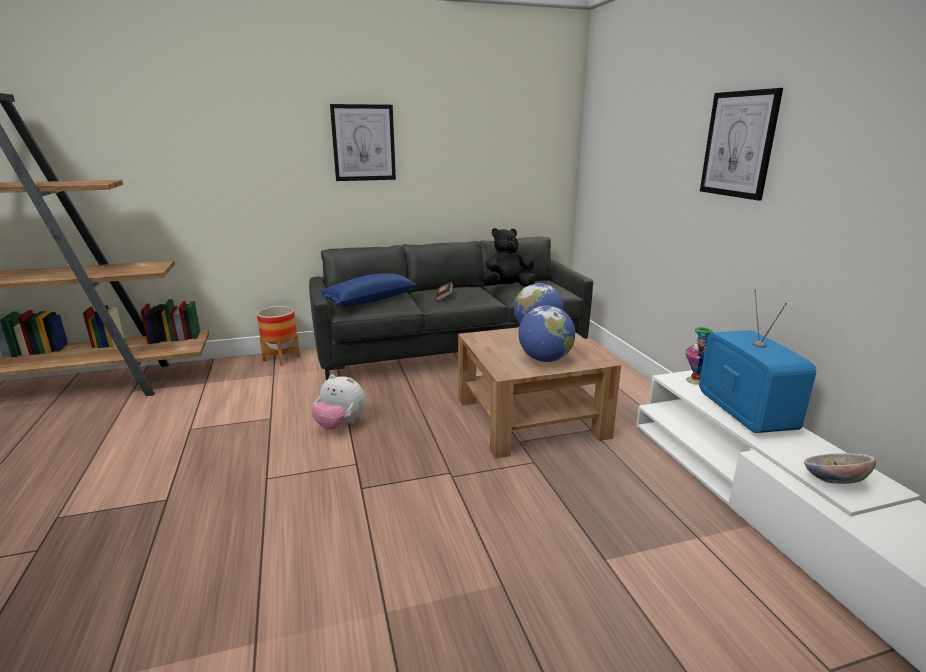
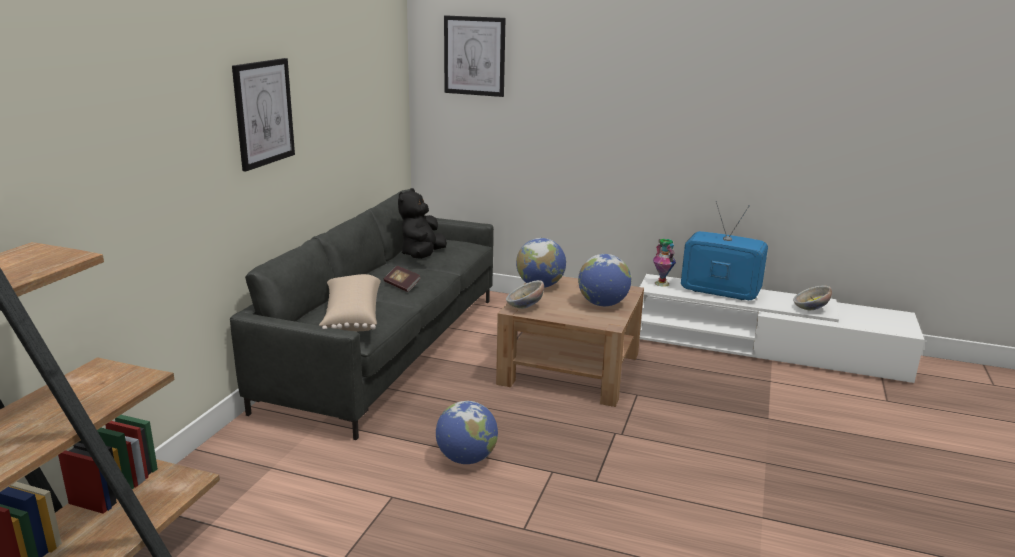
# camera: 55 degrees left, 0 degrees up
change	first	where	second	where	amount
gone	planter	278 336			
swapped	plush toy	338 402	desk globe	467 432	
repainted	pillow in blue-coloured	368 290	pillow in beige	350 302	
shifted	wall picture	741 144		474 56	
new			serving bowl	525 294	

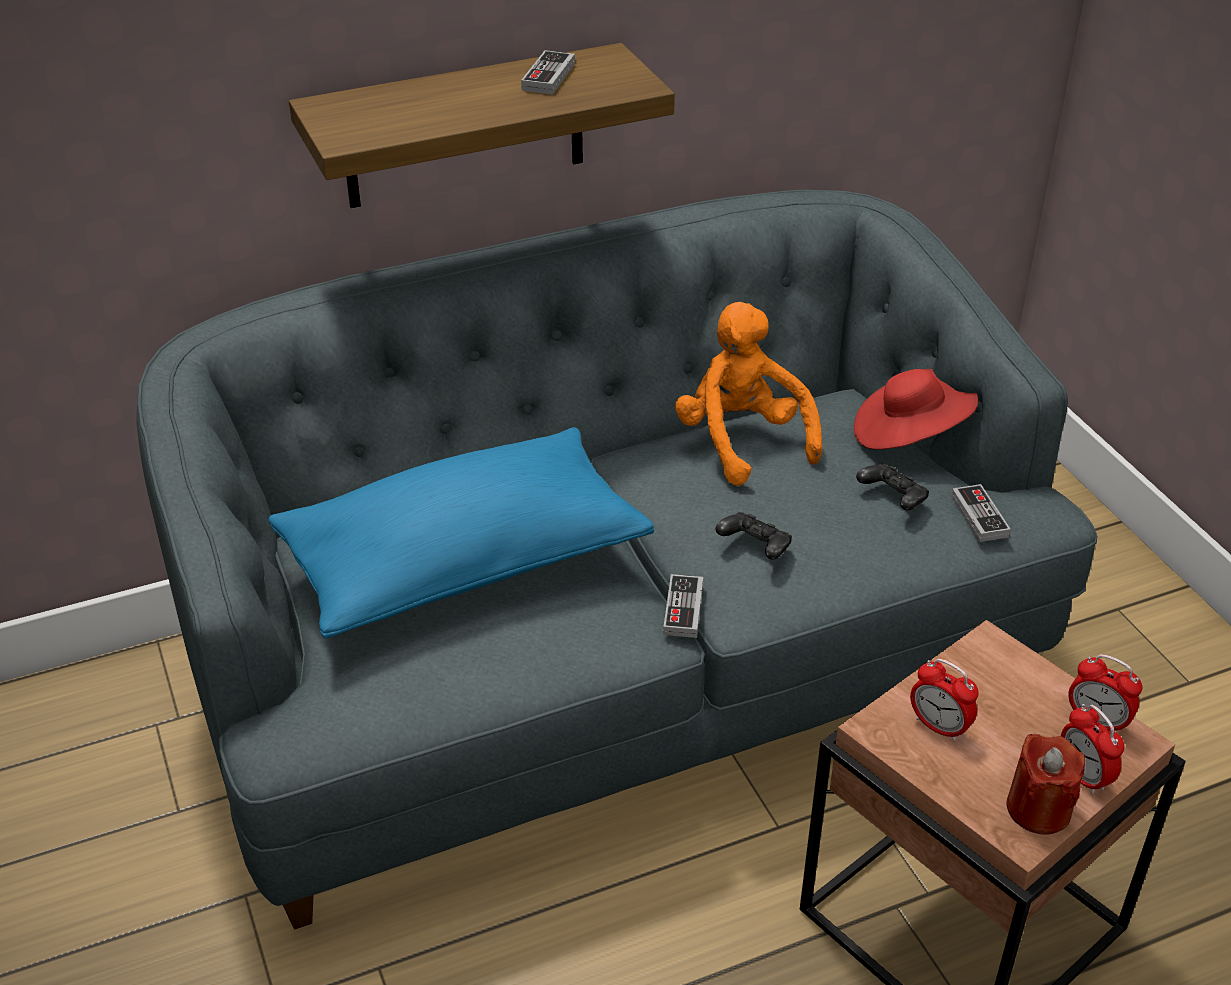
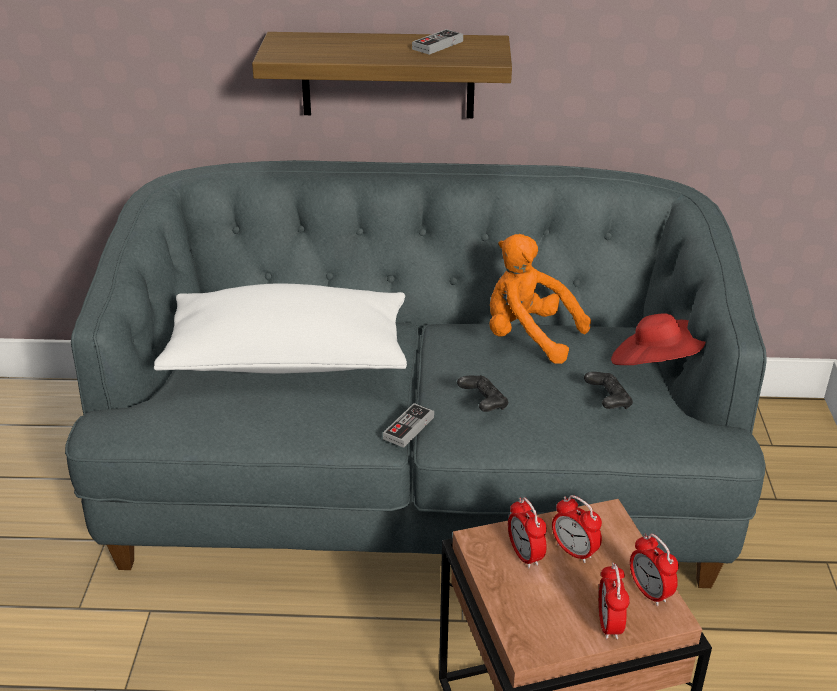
# camera: 25 degrees right, 5 degrees down
change	first	where	second	where	amount
repainted	pillow in blue-coloured	461 533	pillow in white	280 328	
rotated	plush toy in orange-coloured	749 394		540 299	60 degrees counterclockwise
gone	joypad	981 513			
gone	candle in red	1045 784			
new			alarm clock	577 529	

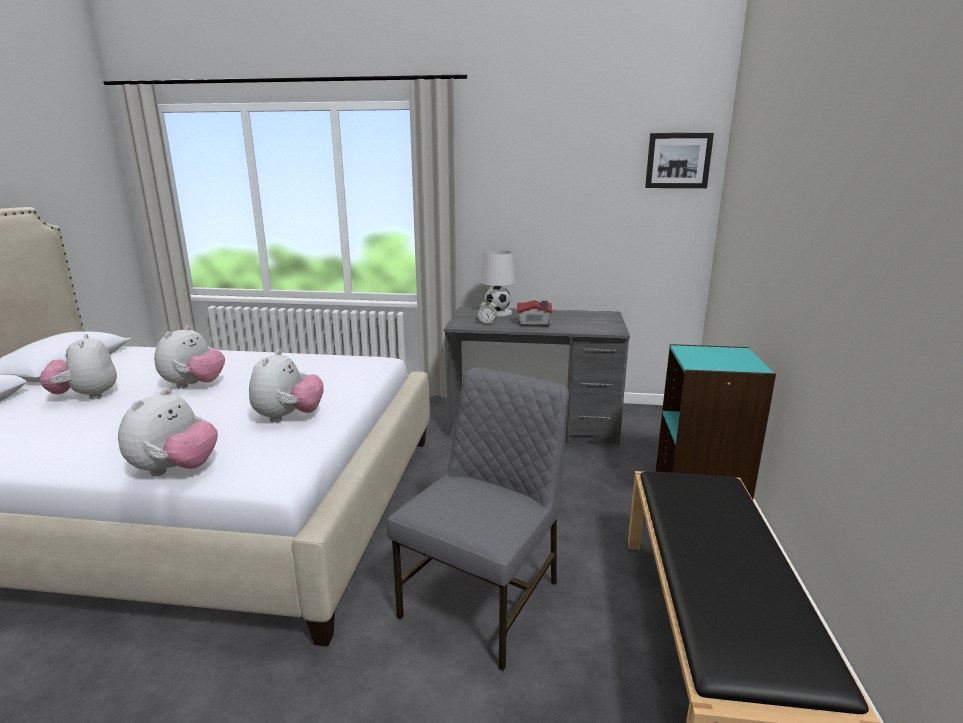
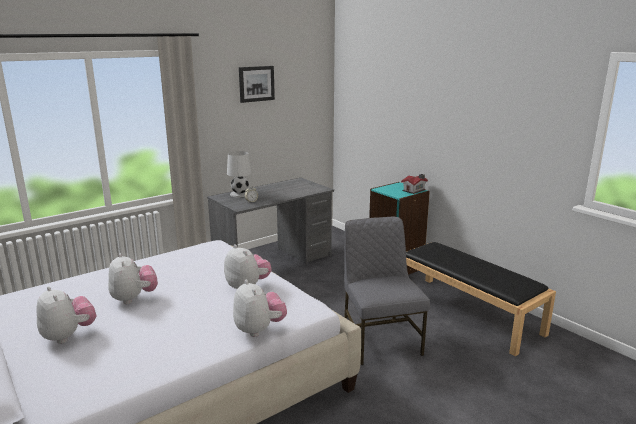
# camera: 45 degrees left, 0 degrees up
change	first	where	second	where	amount
rotated	plush toy	78 366		66 315	150 degrees counterclockwise
shifted	model house	534 313		414 184	
shifted	wall picture	679 160		257 84	

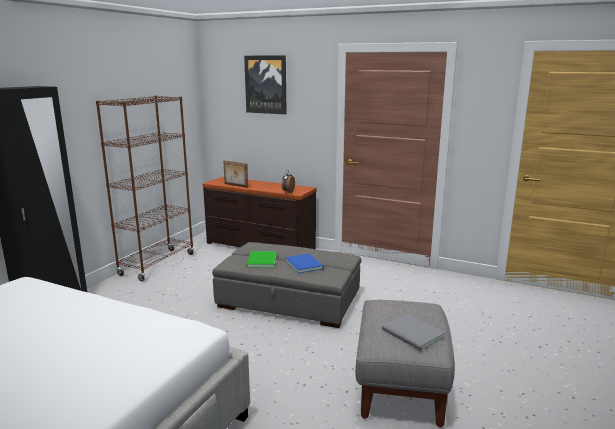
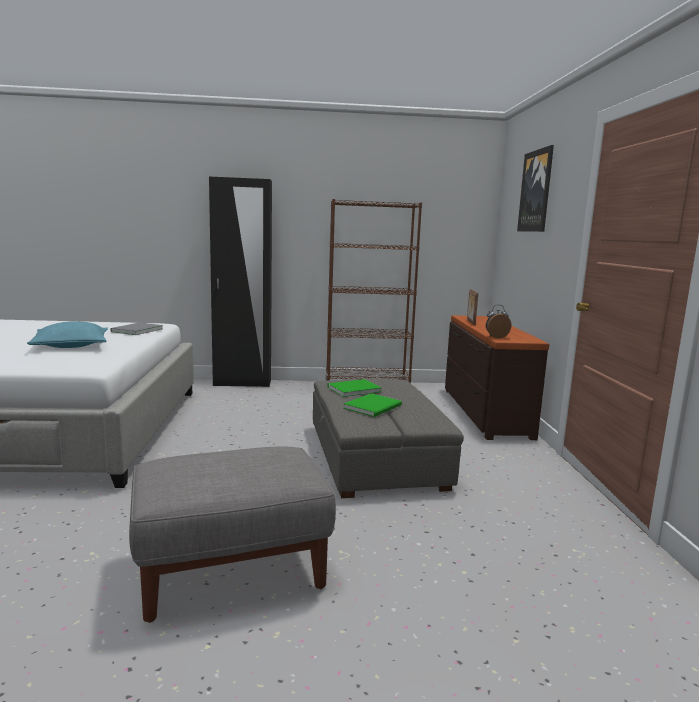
# camera: 60 degrees right, 5 degrees down
change	first	where	second	where	amount
repainted	book in blue-coloured	304 263	book in green	373 405	
shifted	book in gray	413 332		136 328	
new			pillow in blue-green	67 335	

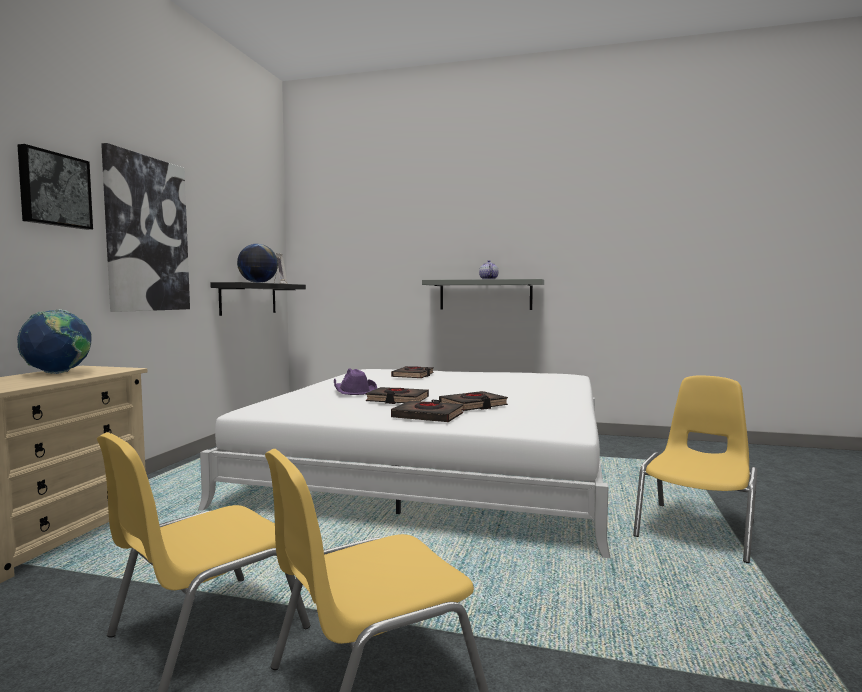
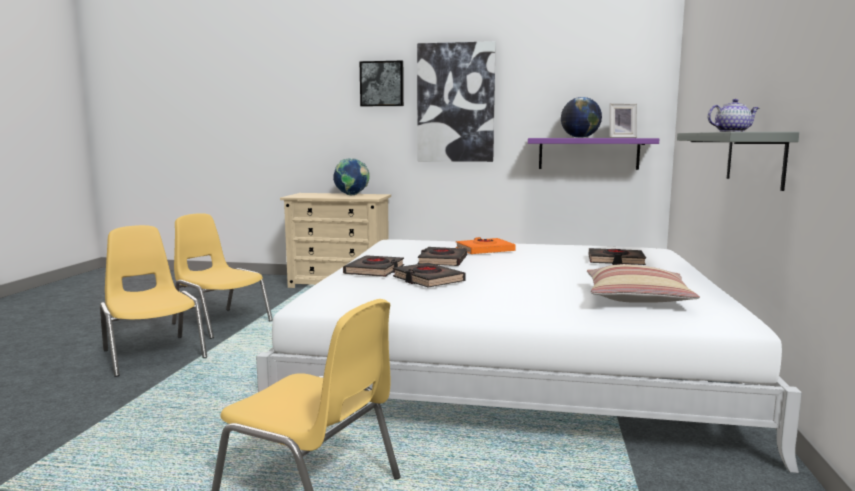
# camera: 85 degrees right, 5 degrees up
change	first	where	second	where	amount
repainted	bracket shelf in black-coloured	258 299	bracket shelf in purple-coloured	593 154	
swapped	wearable hat in purple-coloured	355 381	book in orange-coloured	486 245	
new			pillow	643 283	

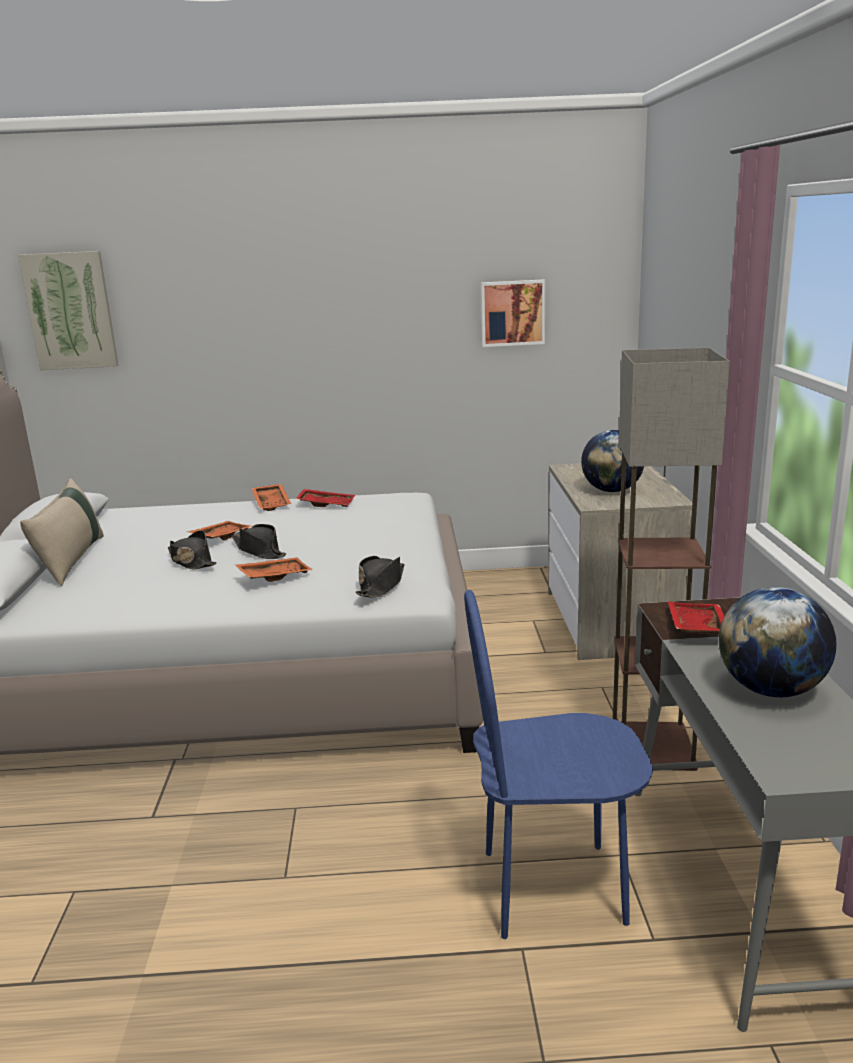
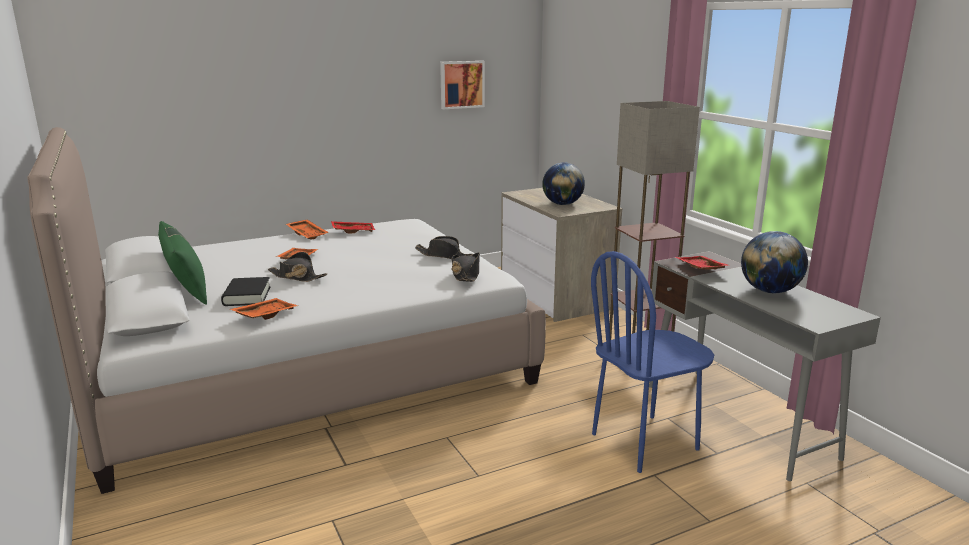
# camera: 25 degrees left, 0 degrees up
change	first	where	second	where	amount
gone	wall picture	68 310			
repainted	pillow in beige	62 532	pillow in green	182 263	
shifted	wearable hat in black-coloured	258 541		444 247	
shifted	serving tray in orange-coloured	274 569		264 309	
new			book in black-coloured	245 291	

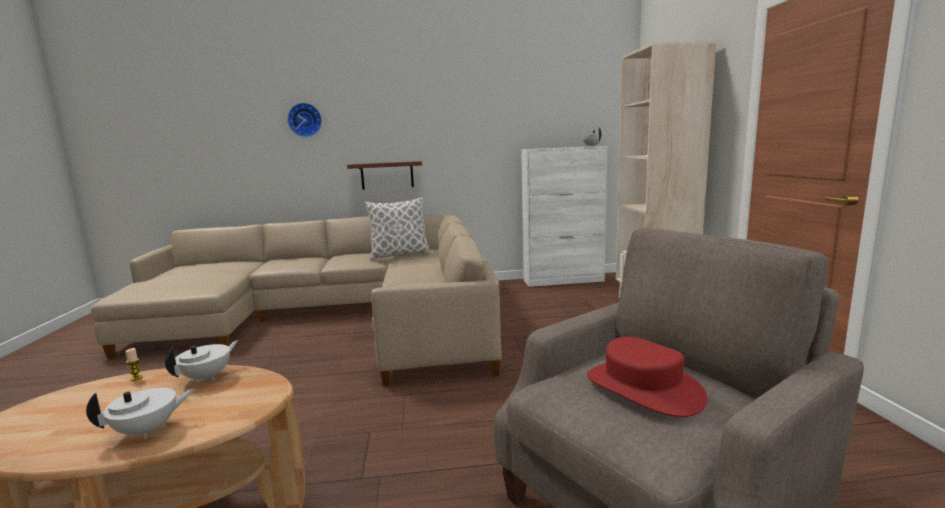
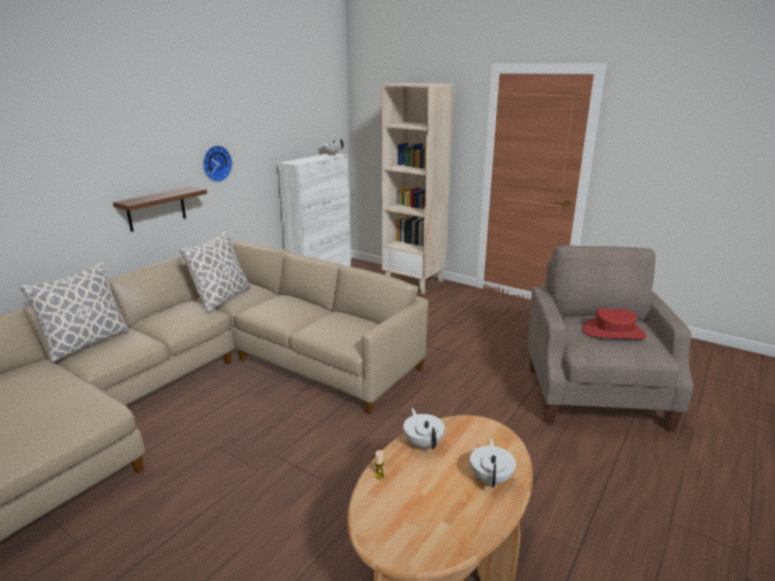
# camera: 50 degrees left, 10 degrees up
change	first	where	second	where	amount
shifted	hanging clock	304 120		217 163	
new			pillow	74 312	

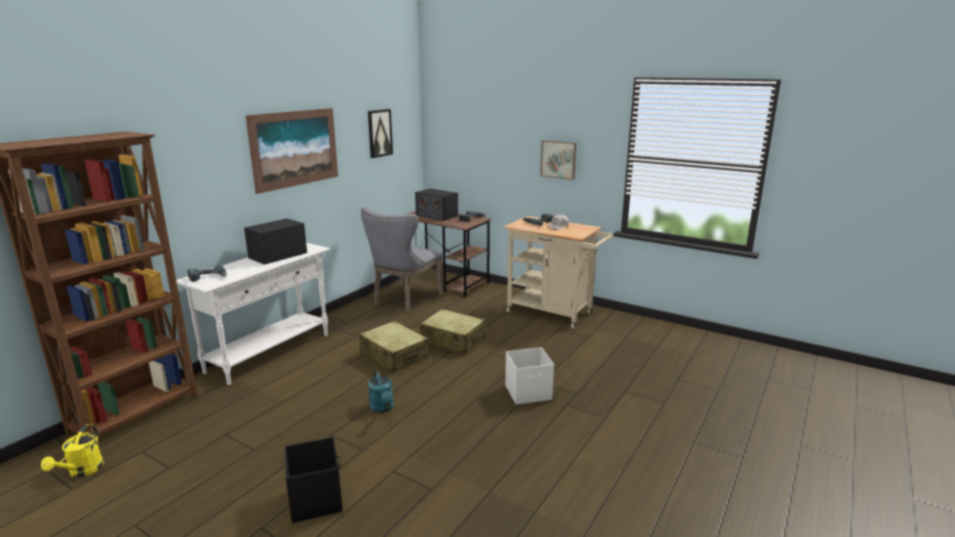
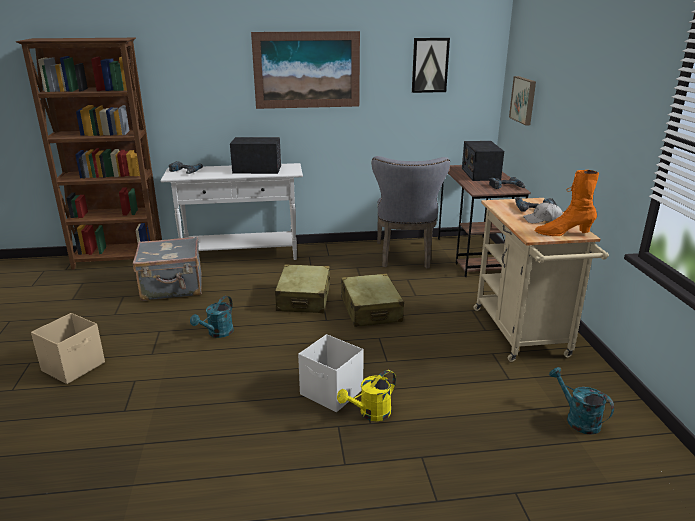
# camera: 50 degrees right, 5 degrees up
change	first	where	second	where	amount
shifted	sprinkling can in yellow	72 451		366 395	
repainted	storage bin in black-coloured	314 480	storage bin in beige	68 348	
rotated	chair in gray	402 259		410 212	75 degrees counterclockwise
shifted	wall picture	558 160		522 100	
new			suitcase in gray	167 268	
new			boot in orange-coloured	567 203	
new			sprinkling can in blue-green	581 401	

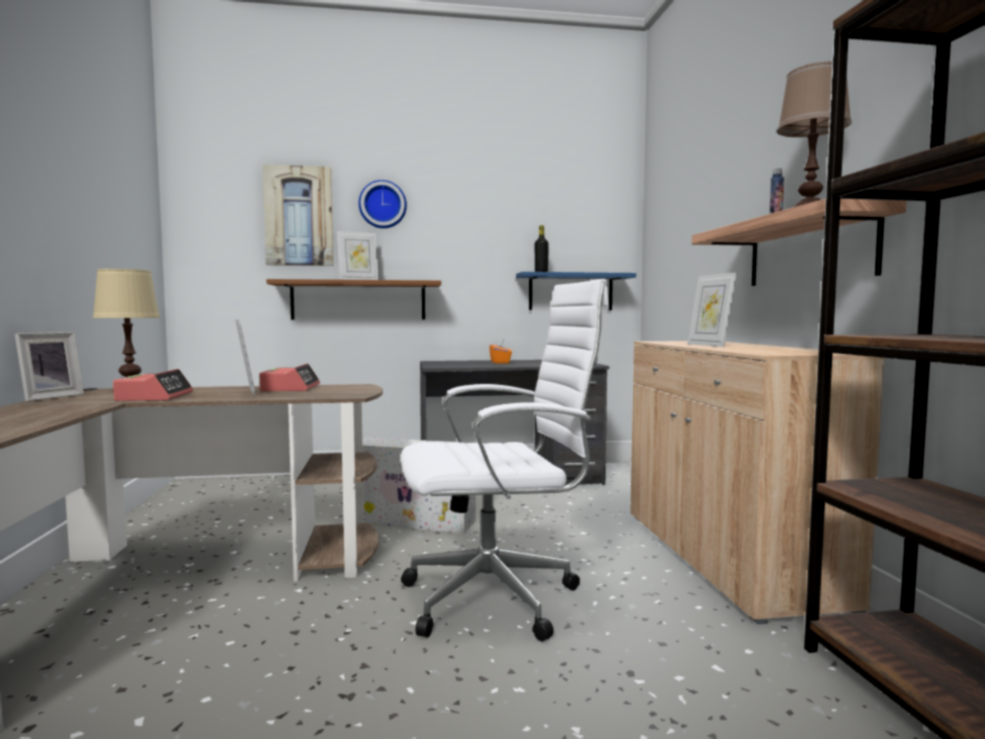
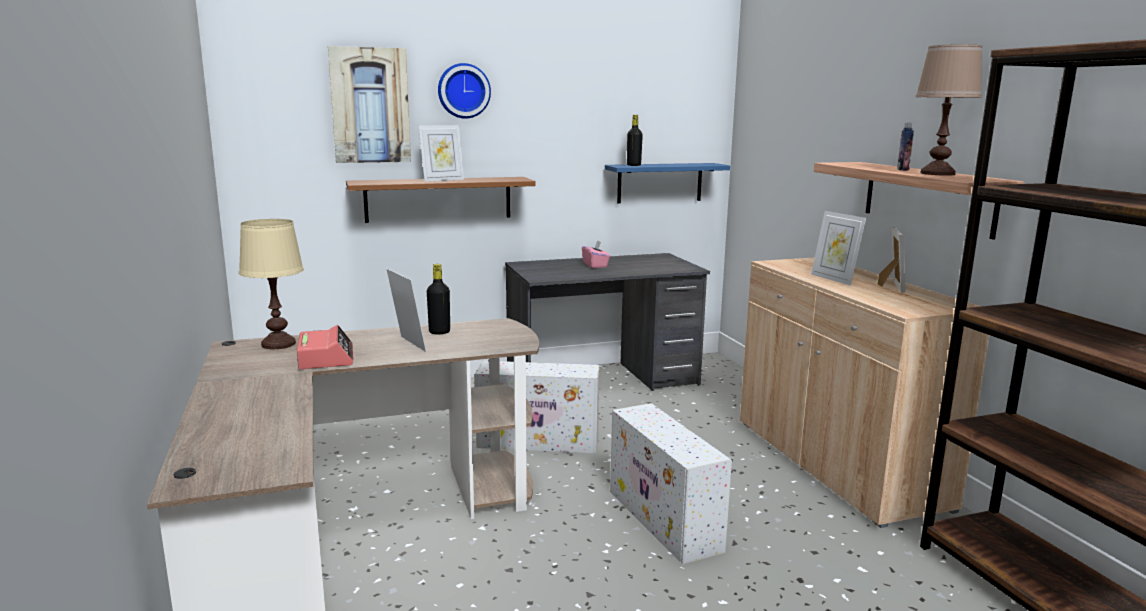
# camera: 10 degrees left, 10 degrees up
change	first	where	second	where	amount
shifted	standing frame	49 366		892 260	
swapped	alarm clock	289 377	bottle in black-coloured	438 299	
swapped	desk chair in white	505 460	storage bin in white	671 483	
repainted	tissue holder in orange-coloured	500 351	tissue holder in pinkish	596 254	

